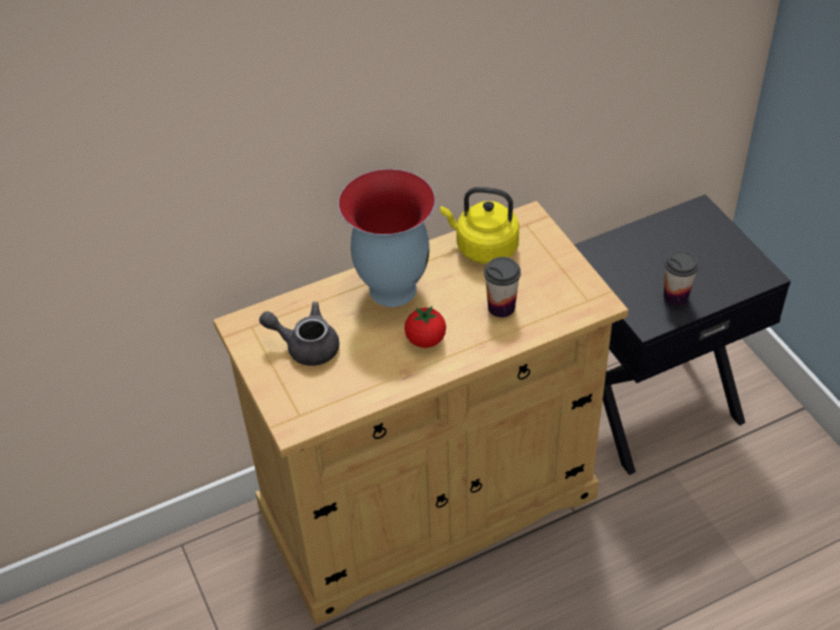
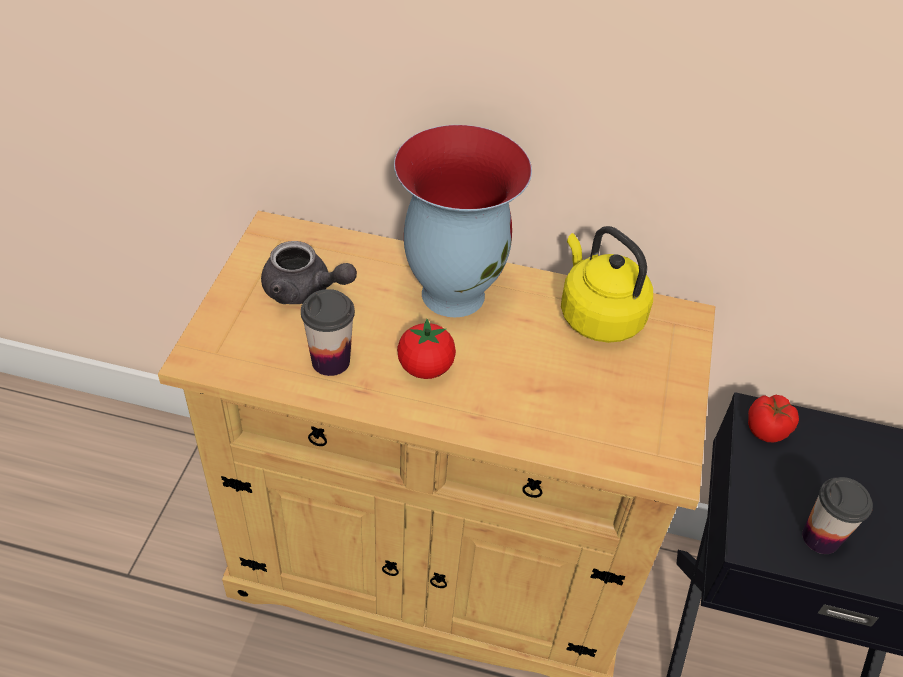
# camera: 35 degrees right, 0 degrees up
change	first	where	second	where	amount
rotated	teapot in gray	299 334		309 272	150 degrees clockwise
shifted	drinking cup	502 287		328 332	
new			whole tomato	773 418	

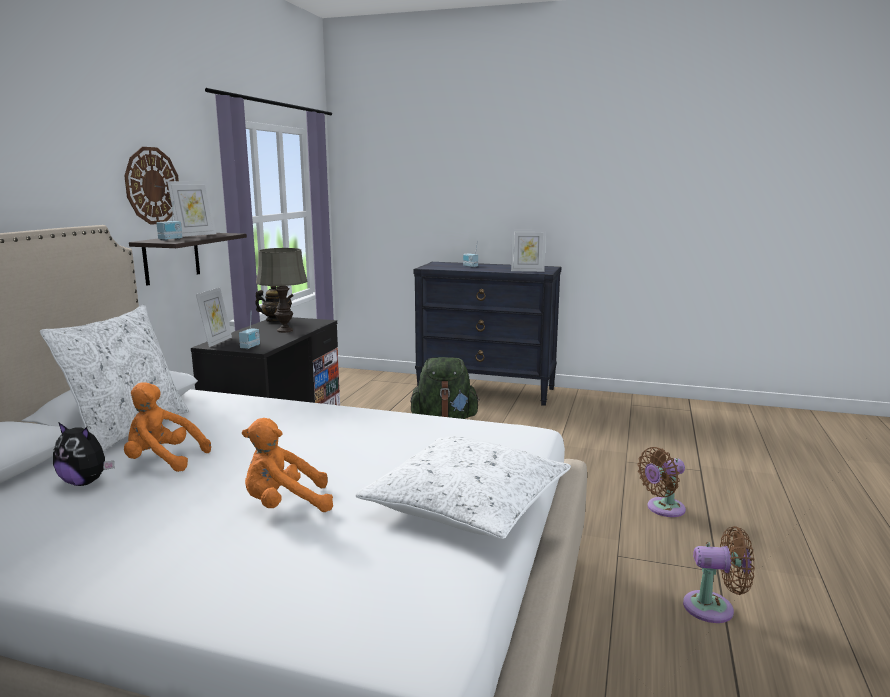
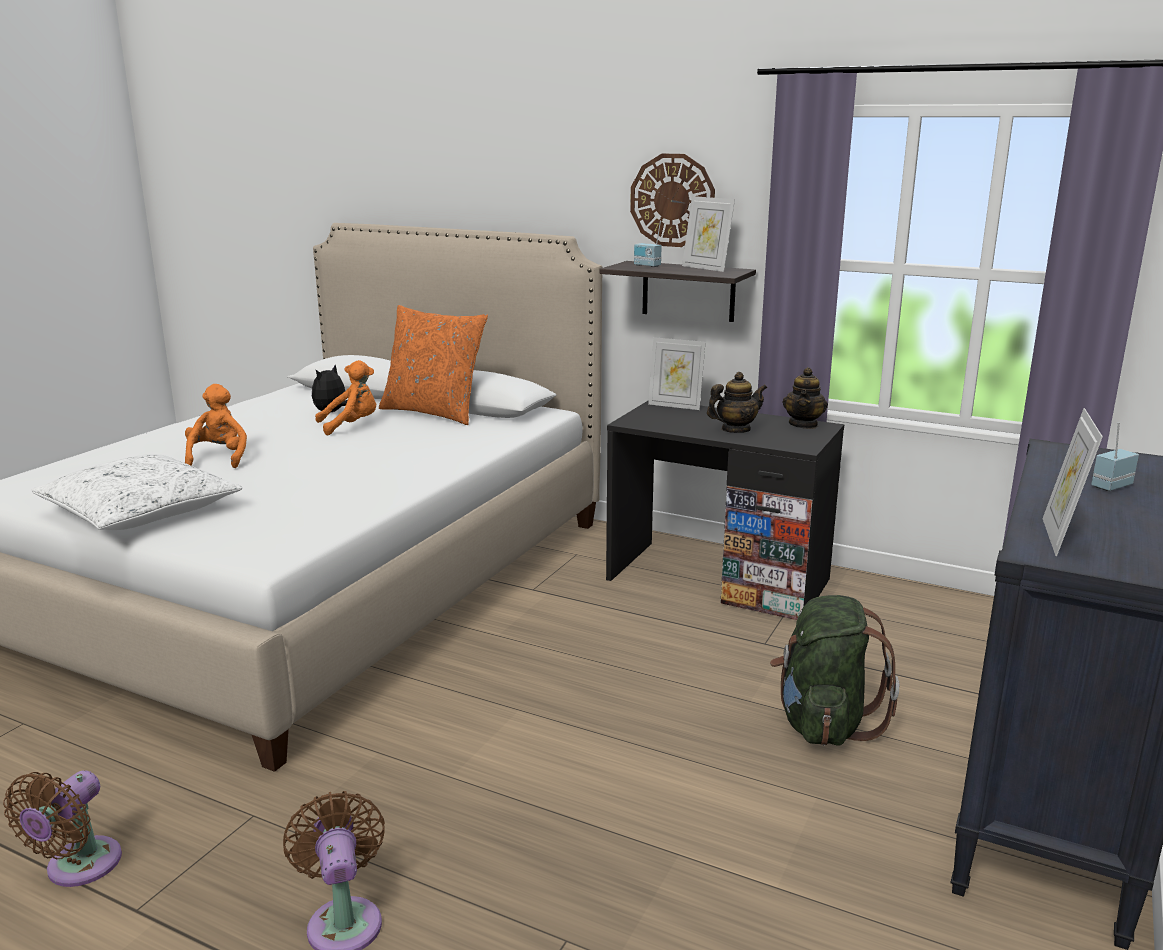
# camera: 100 degrees right, 5 degrees up
change	first	where	second	where	amount
repainted	pillow in white	114 378	pillow in orange-coloured	433 365	
rotated	plush toy in orange-coloured	167 427		345 397	45 degrees clockwise
gone	radio receiver	249 329			
swapped	table lamp in gray	281 290	teapot	737 402	

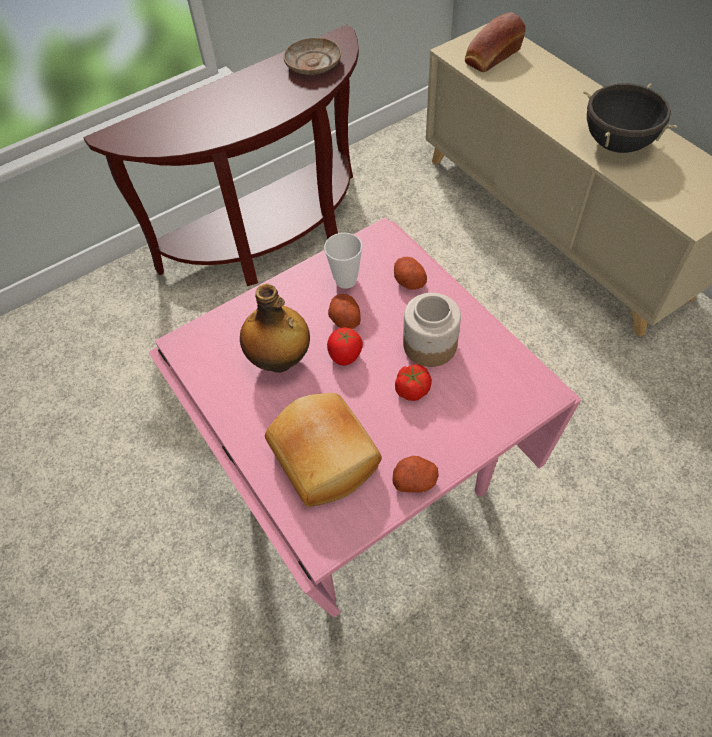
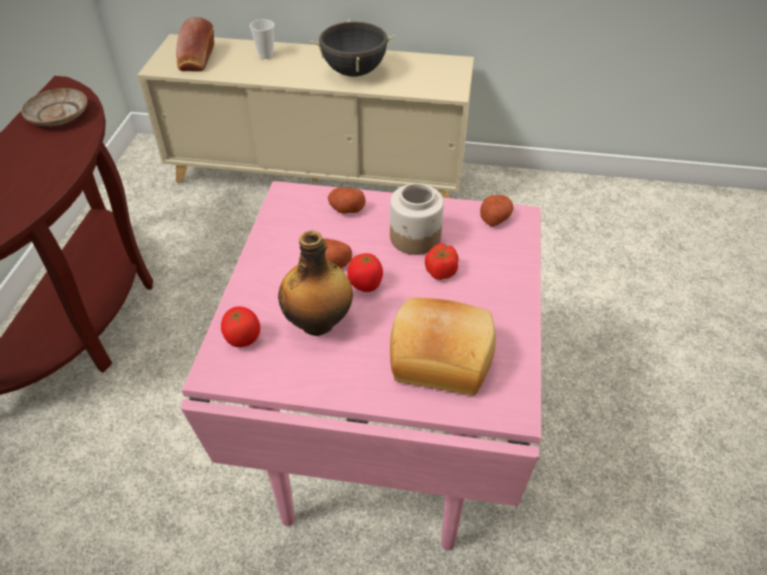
# camera: 50 degrees left, 10 degrees down
change	first	where	second	where	amount
shifted	drinking cup	343 261		262 39	
shifted	whole potato	416 474		496 211	
new			whole tomato	240 326	

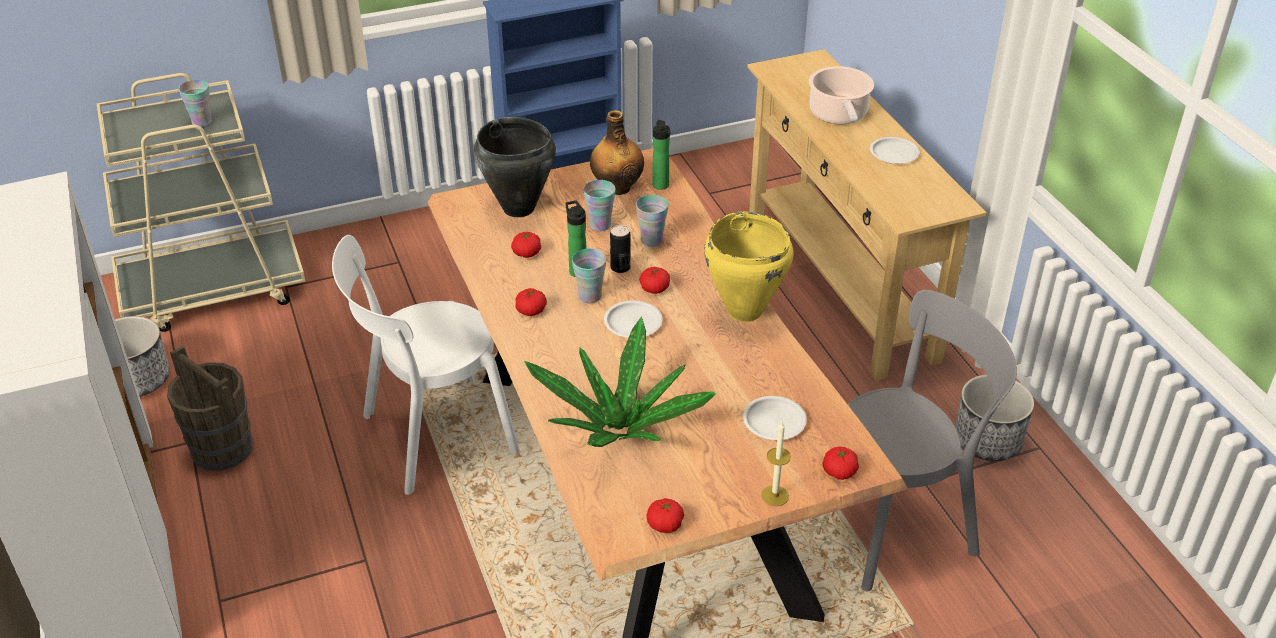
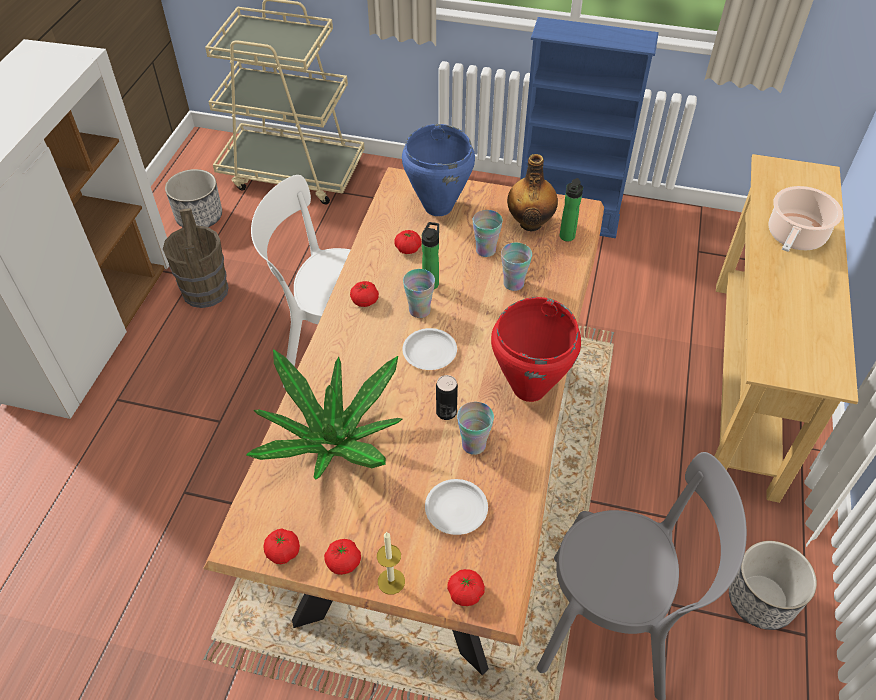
# camera: 35 degrees right, 10 degrees up
change	first	where	second	where	amount
shifted	drinking cup	195 103		475 428	
repainted	saucepot in black-coloured	515 167	saucepot in blue-coloured	438 170	
shifted	can	620 249		447 397	
shifted	whole tomato	654 280		342 557	
repainted	saucepot in yellow	749 266	saucepot in red	536 349	
gone	flat dish in white	894 150			

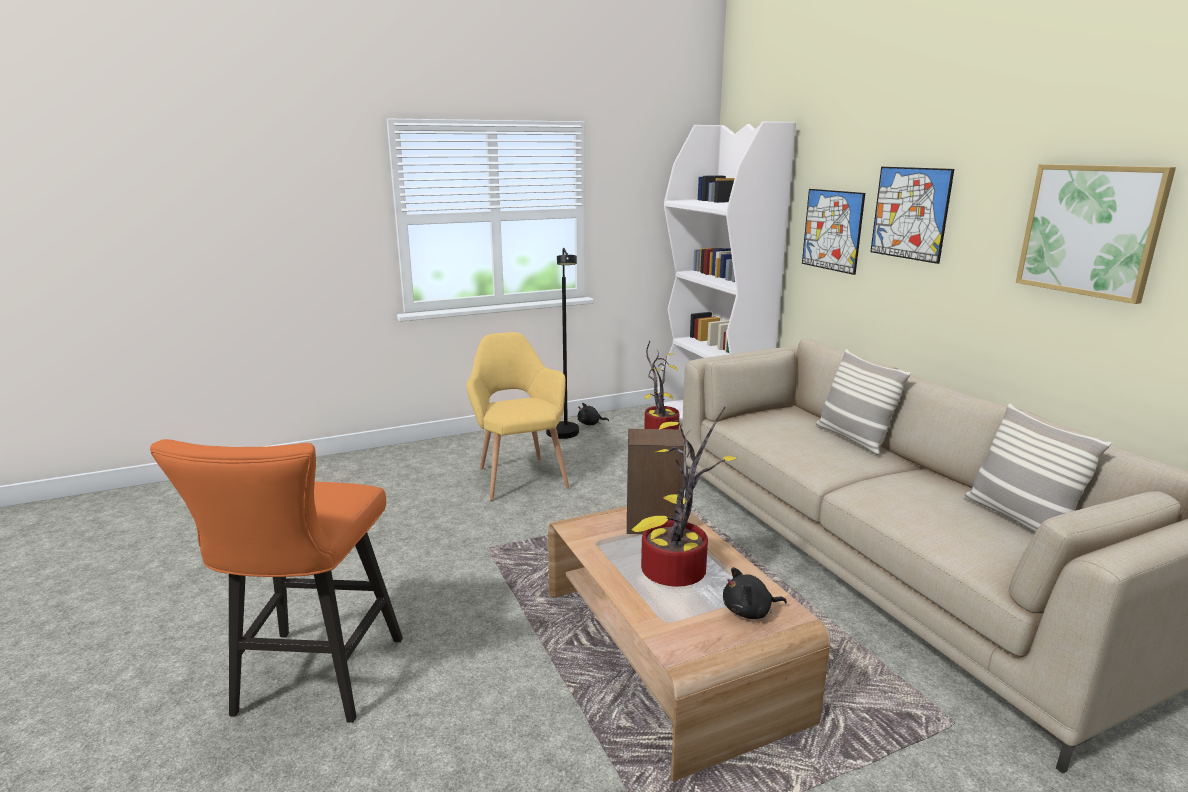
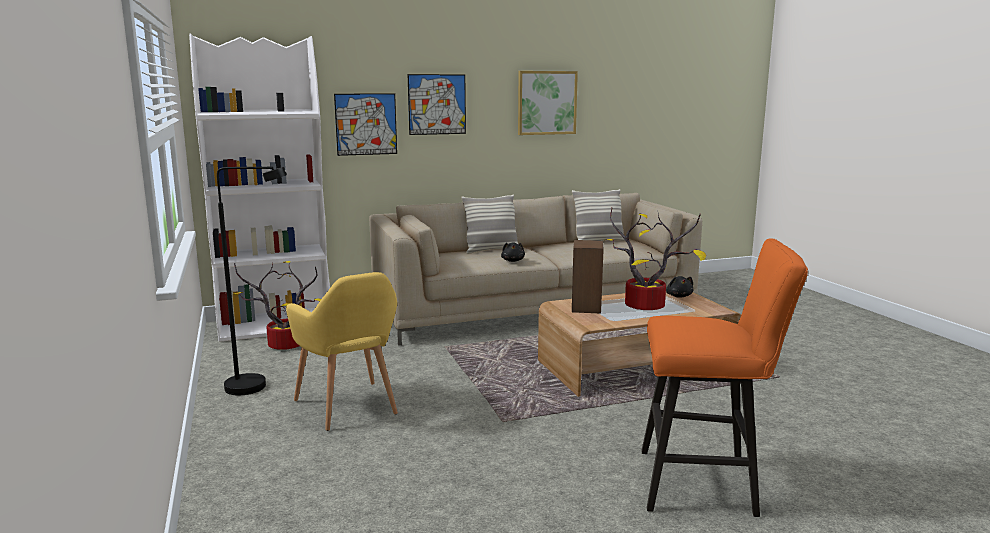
# camera: 85 degrees left, 5 degrees down
change	first	where	second	where	amount
rotated	lounge chair in yellow	517 416		342 351	105 degrees counterclockwise
shifted	plush toy in black-coloured	593 414		513 252	

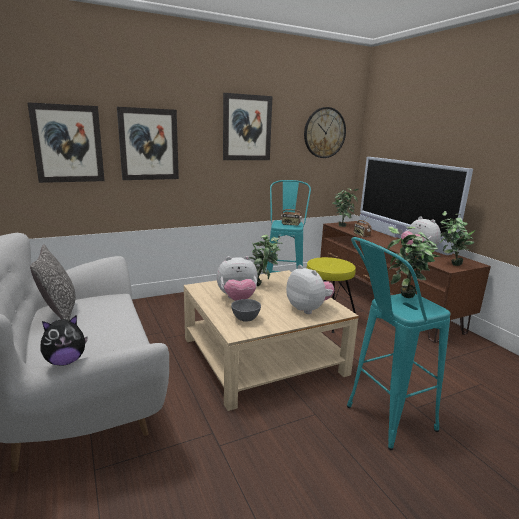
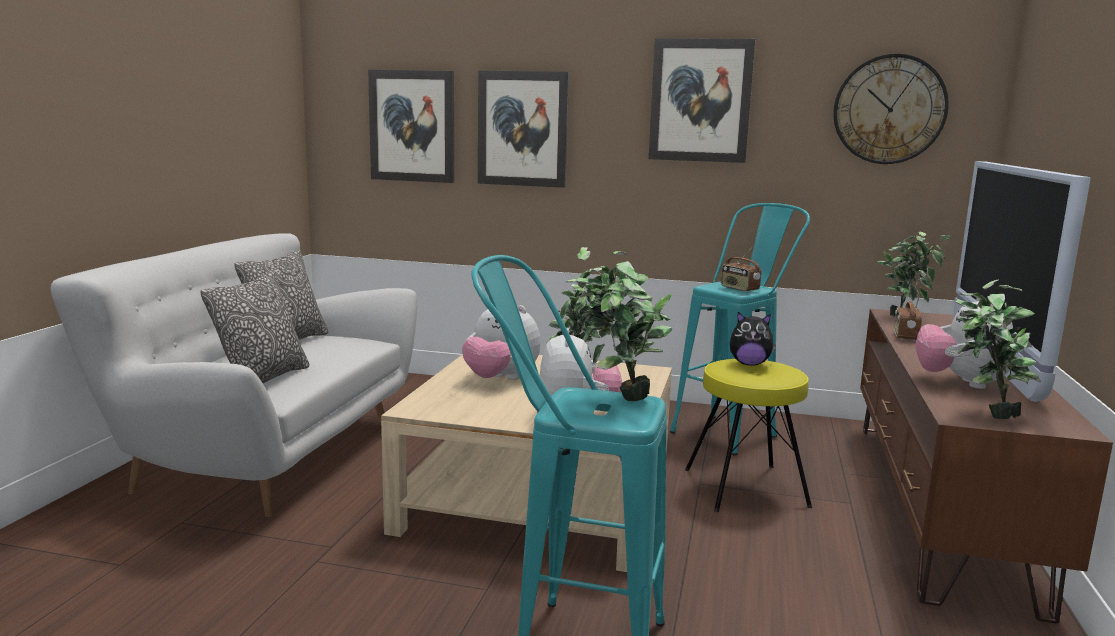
# camera: 40 degrees right, 5 degrees down
change	first	where	second	where	amount
shifted	plush toy	64 340		753 339	
gone	serving bowl in gray	246 310			
new			pillow	254 326	

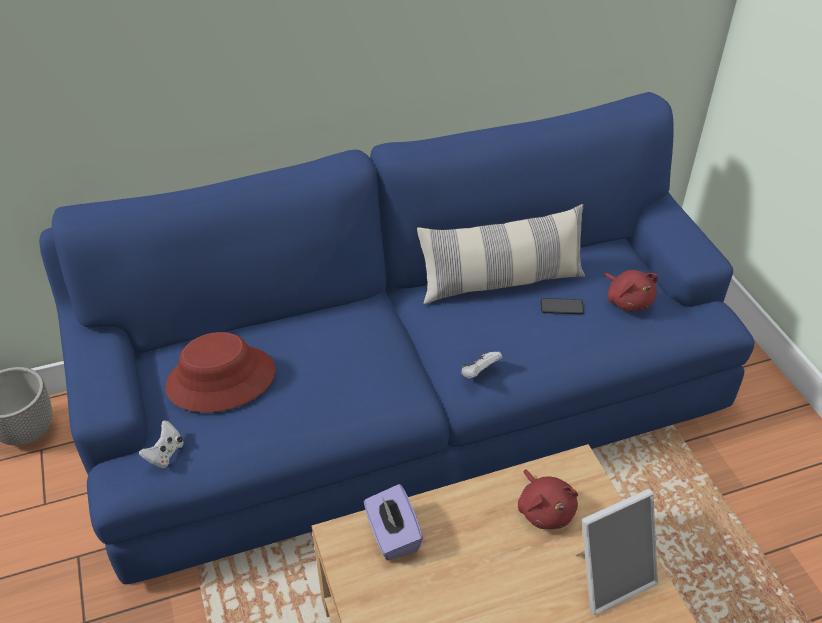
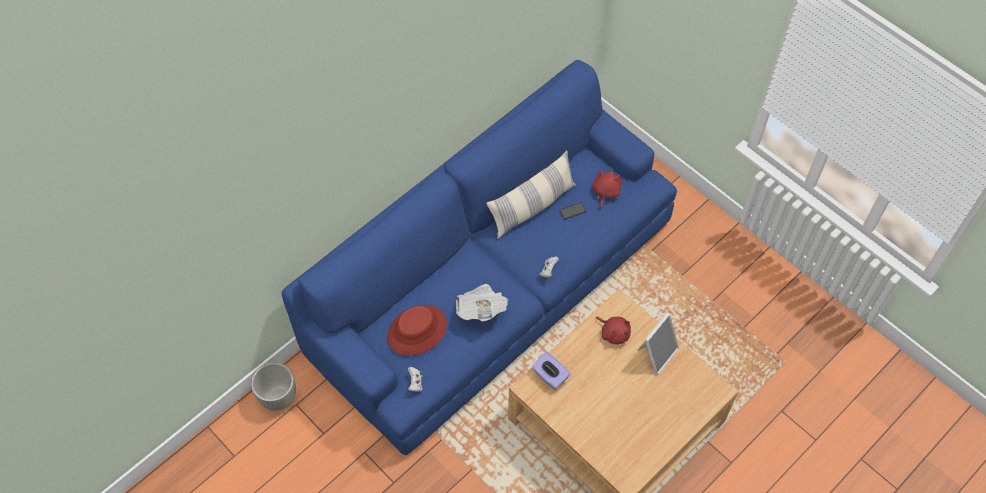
# camera: 25 degrees left, 15 degrees up
change	first	where	second	where	amount
rotated	plush toy in red	630 290		606 189	105 degrees counterclockwise
new			printed paper	482 303	

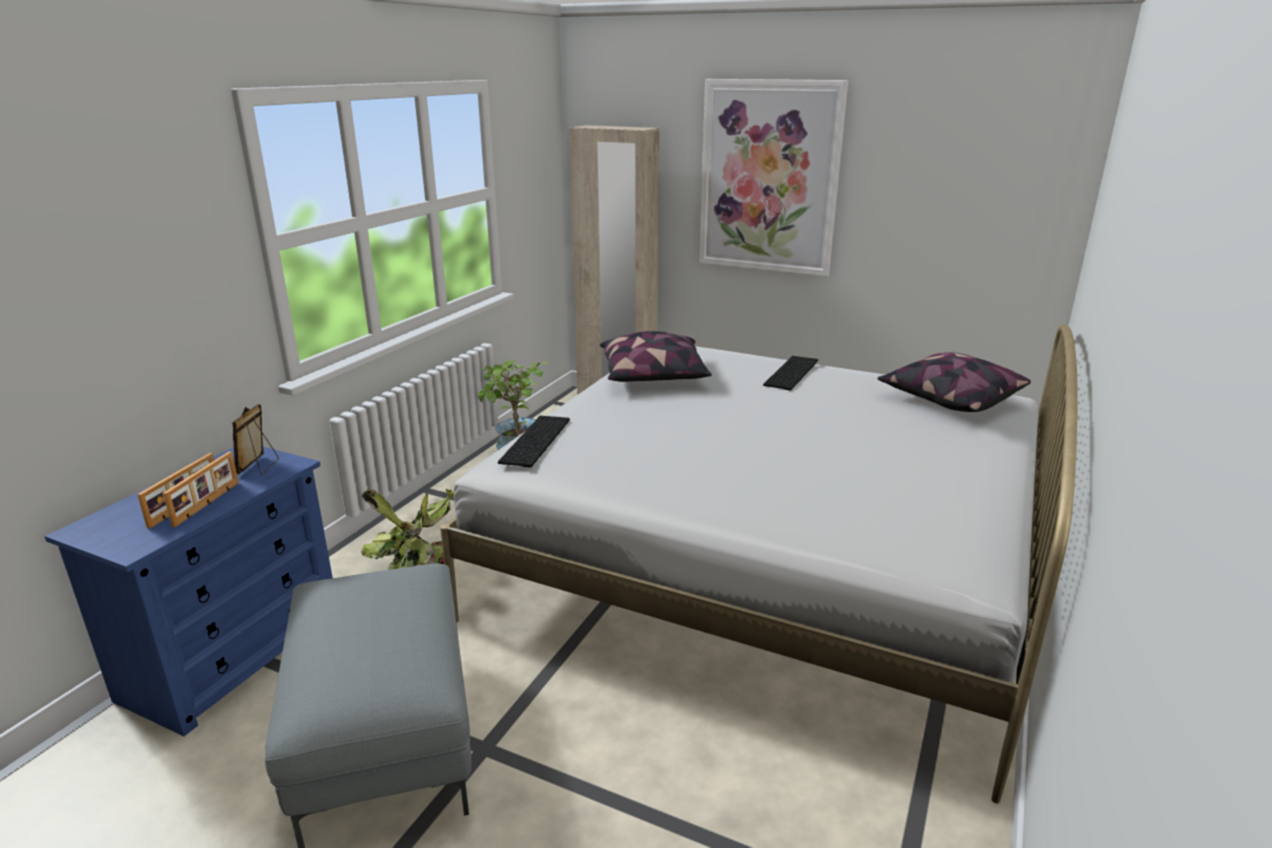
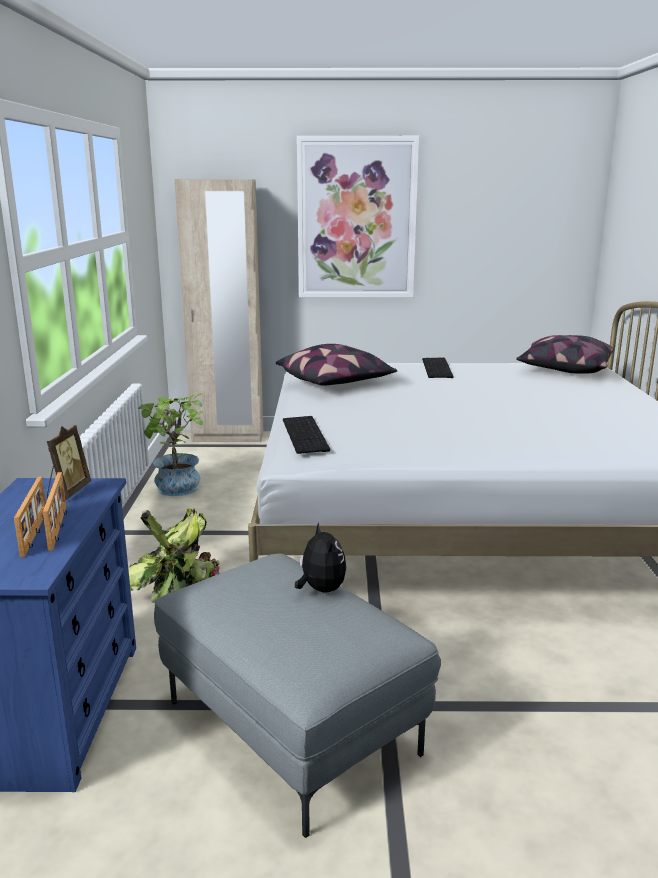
# camera: 25 degrees left, 5 degrees down
change	first	where	second	where	amount
rotated	standing frame	255 439		69 462	150 degrees counterclockwise
new			plush toy	320 557	

